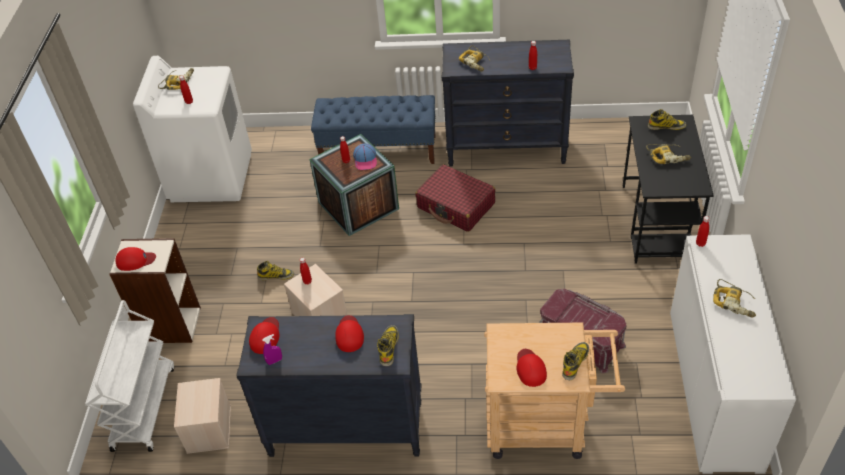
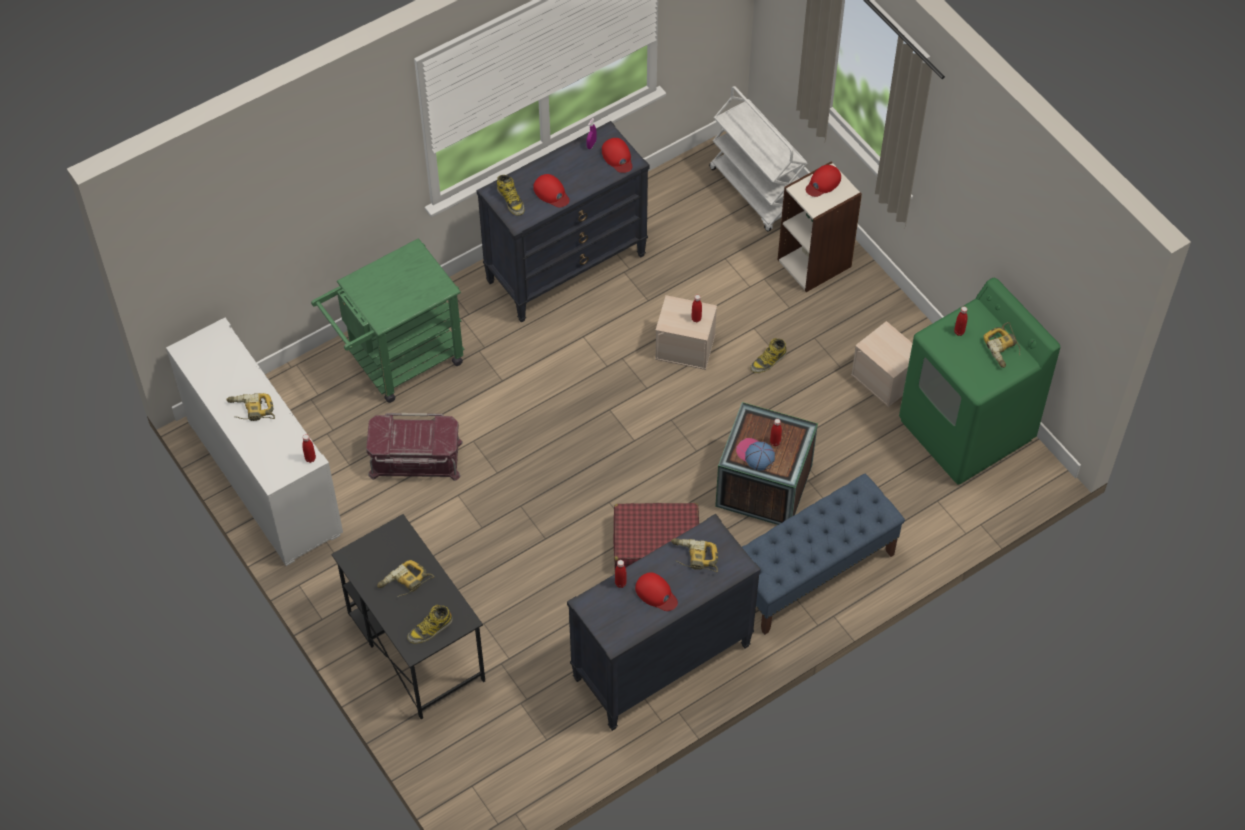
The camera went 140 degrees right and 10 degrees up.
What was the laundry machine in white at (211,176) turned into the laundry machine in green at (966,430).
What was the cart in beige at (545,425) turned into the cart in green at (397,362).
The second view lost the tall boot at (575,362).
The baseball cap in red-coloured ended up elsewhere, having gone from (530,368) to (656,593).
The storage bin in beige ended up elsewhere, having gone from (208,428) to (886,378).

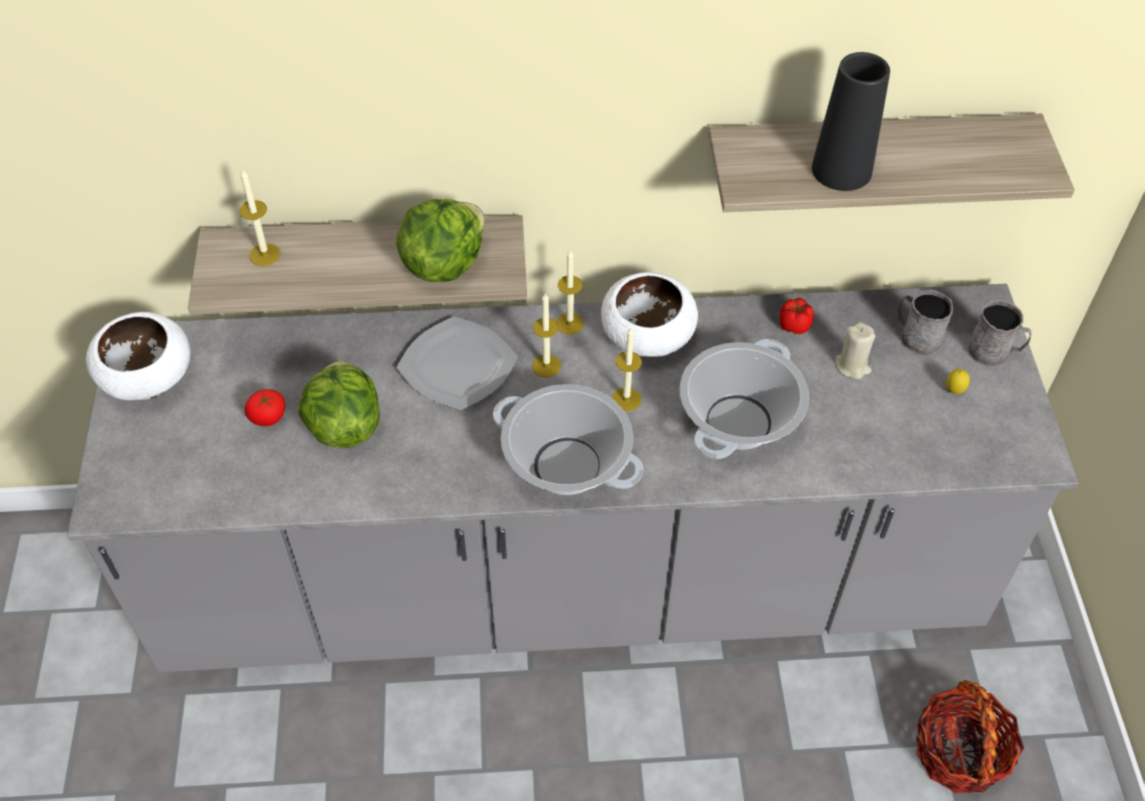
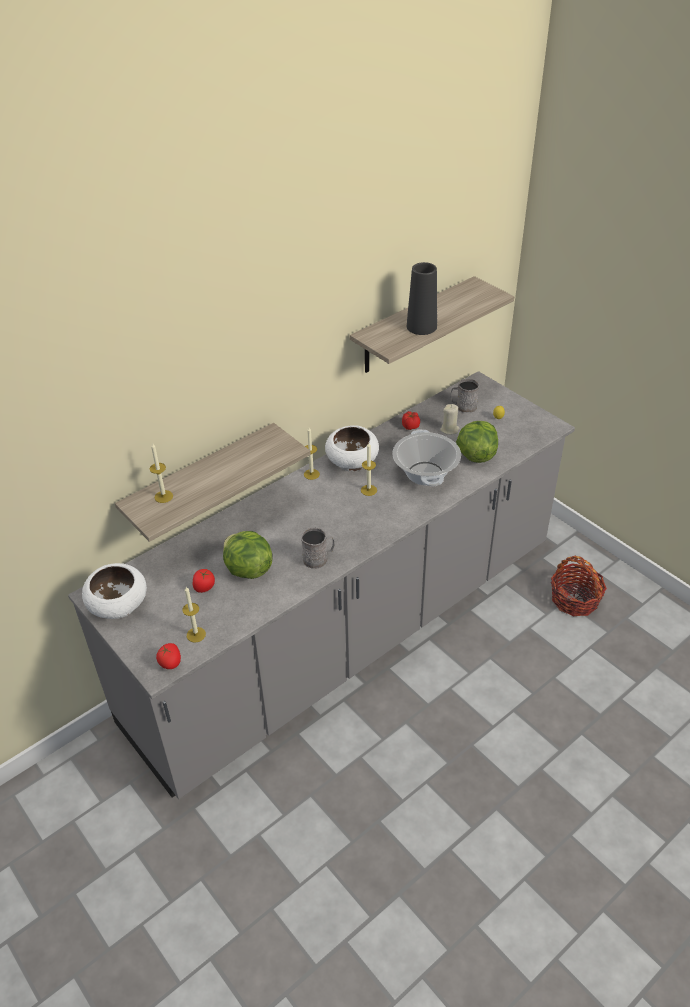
The camera went 35 degrees left and 10 degrees down.
The head of lettuce ended up elsewhere, having gone from (443,263) to (476,455).
The wax candle ended up elsewhere, having gone from (546,366) to (196,634).
The tea mug in greyish ended up elsewhere, having gone from (994,352) to (318,558).
The second view lost the flat dish at (457,365).
The second view lost the stockpot at (566,466).
The second view gained the whole tomato at (170,663).

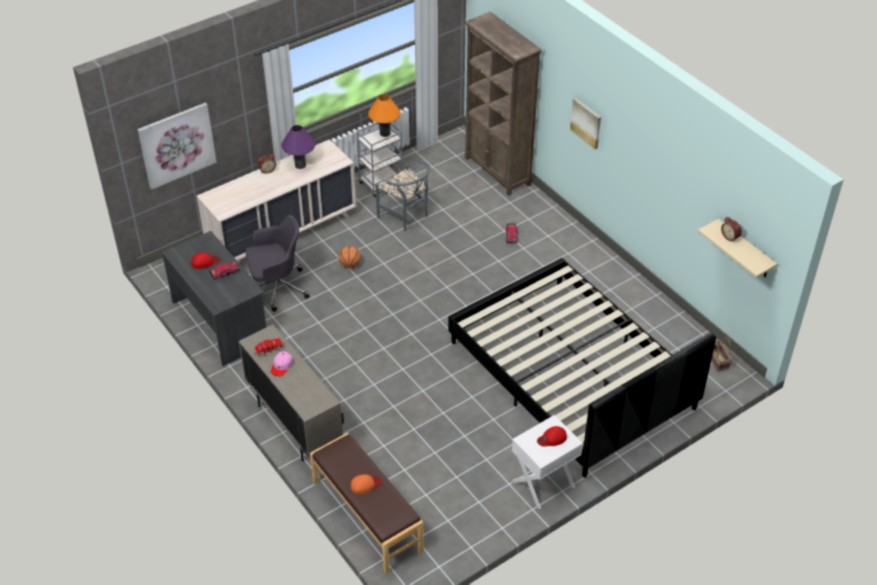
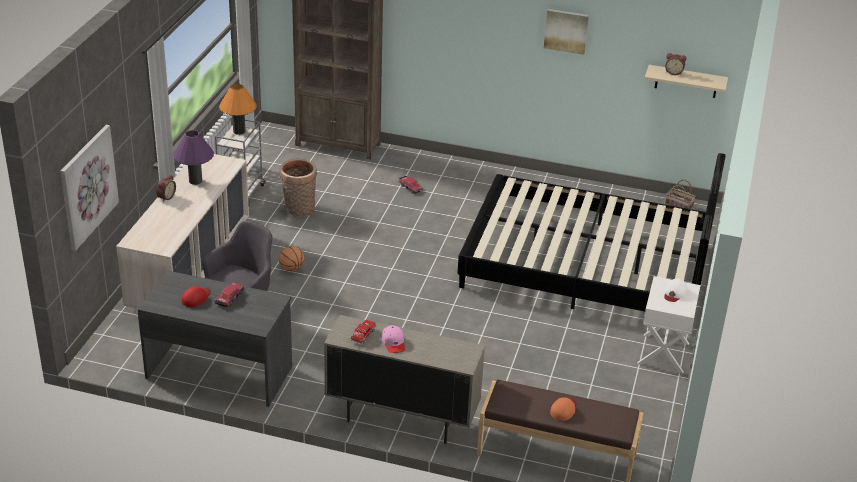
The camera went 40 degrees left and 10 degrees down.
The wall picture ended up elsewhere, having gone from (586,122) to (566,31).
Where the plain chair in greyish stood at (406,217), the basket came to stand at (299,210).
What was the baseball cap in red-coloured at (552,438) turned into the baseball cap in white at (674,293).

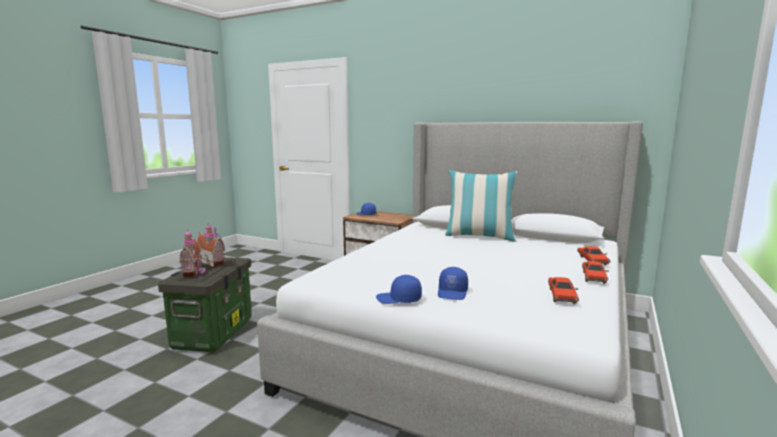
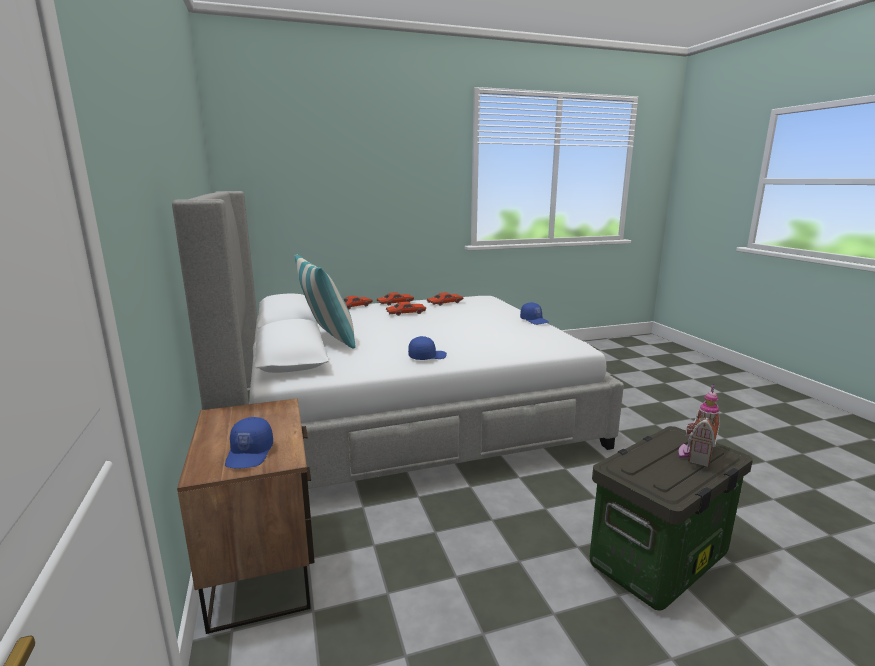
The camera went 135 degrees left and 5 degrees up.
The second view lost the toy house at (214,262).
The baseball cap in bluish ended up elsewhere, having gone from (453,292) to (427,357).
The second view gained the miniature car in red-coloured at (406,313).

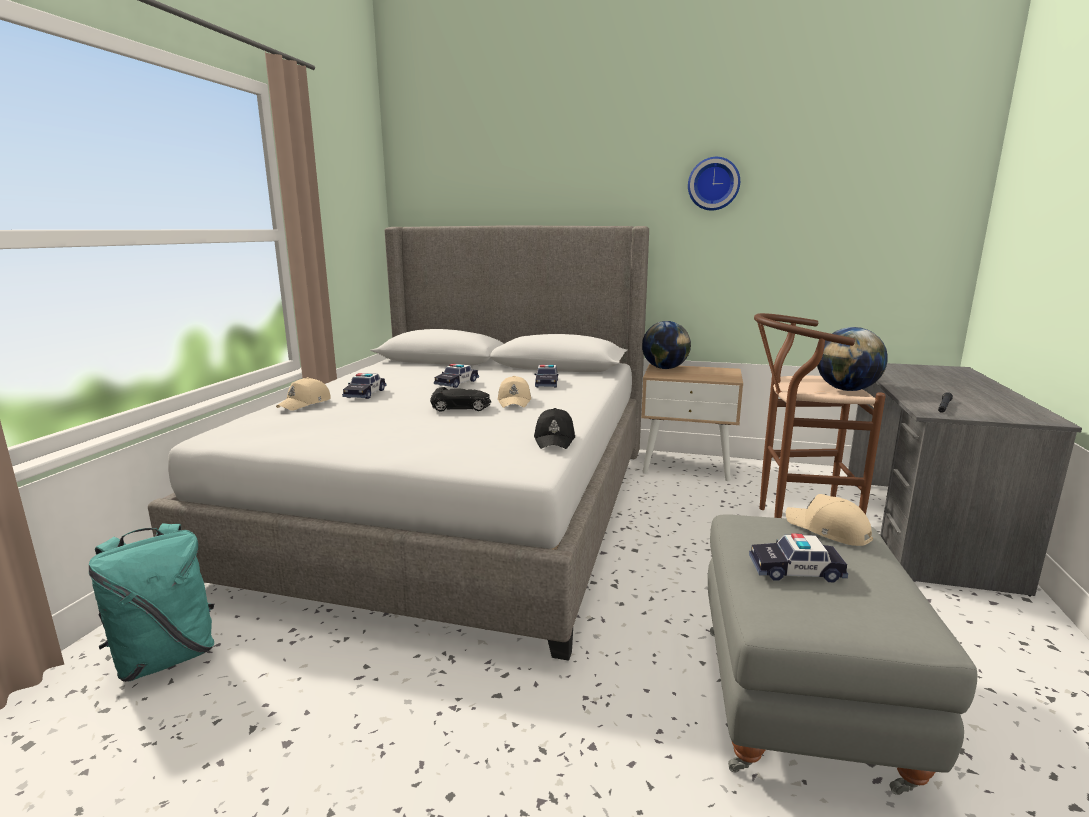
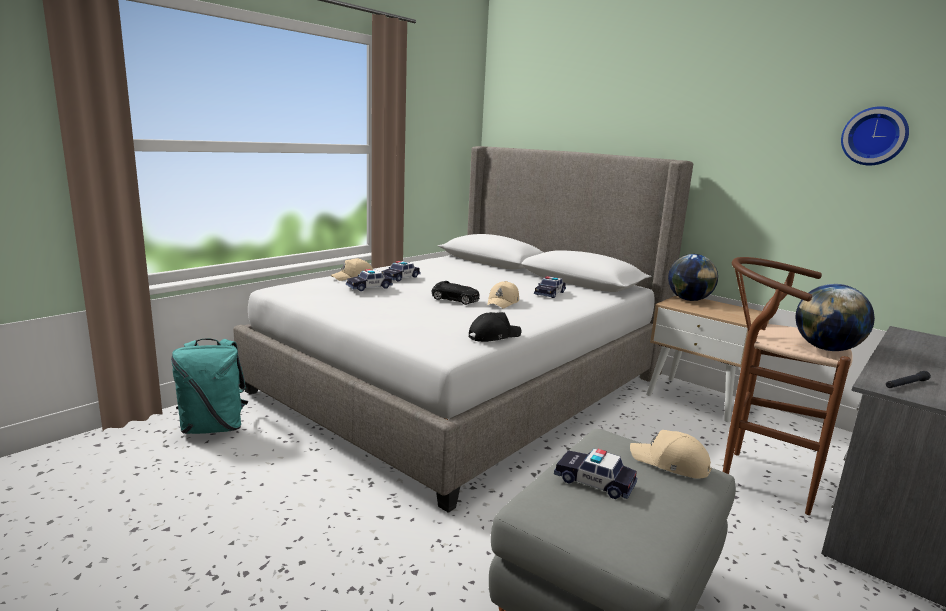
The camera went 25 degrees right and 0 degrees up.
The clock on the wall ended up elsewhere, having gone from (713,184) to (874,136).
The miniature car ended up elsewhere, having gone from (457,383) to (369,287).
The baseball cap in blackish at (555,439) ended up facing another way, 150 degrees counterclockwise from before.
The baseball cap in beige at (827,530) ended up facing another way, 45 degrees counterclockwise from before.

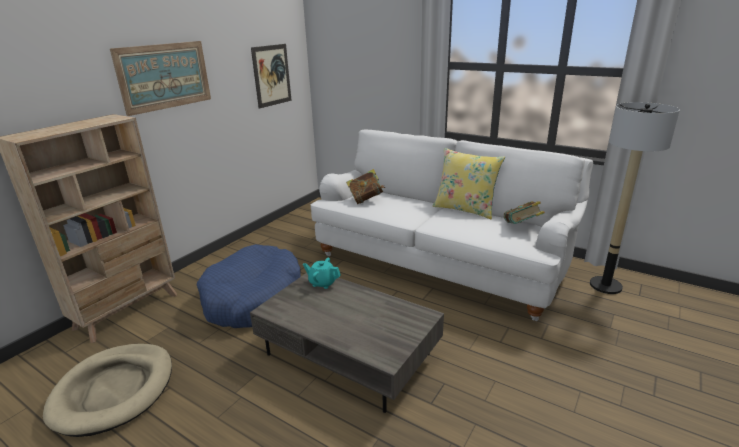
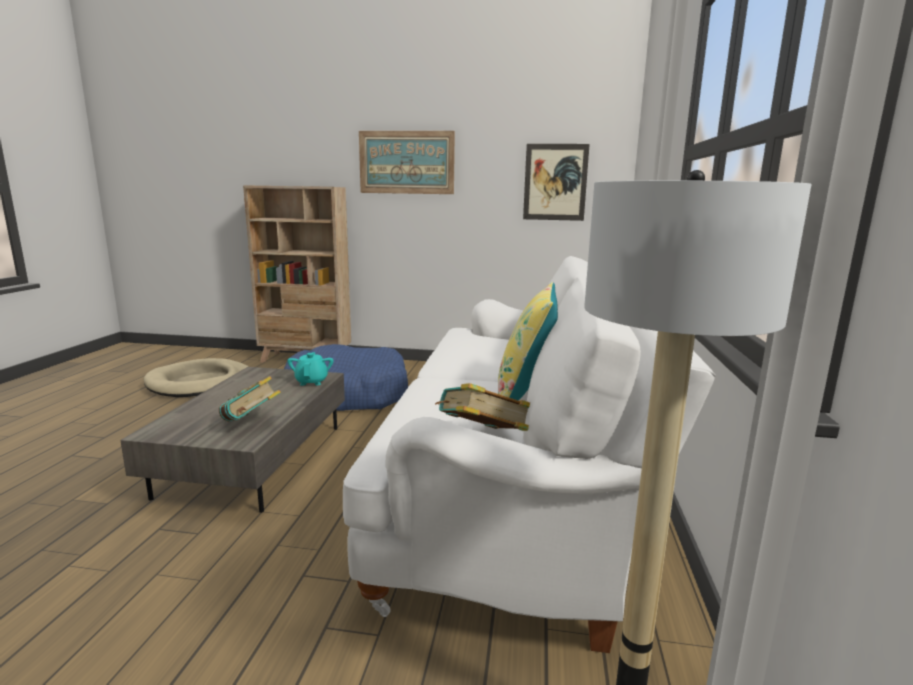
The camera went 65 degrees right and 10 degrees down.
The bound book ended up elsewhere, having gone from (366,199) to (251,423).

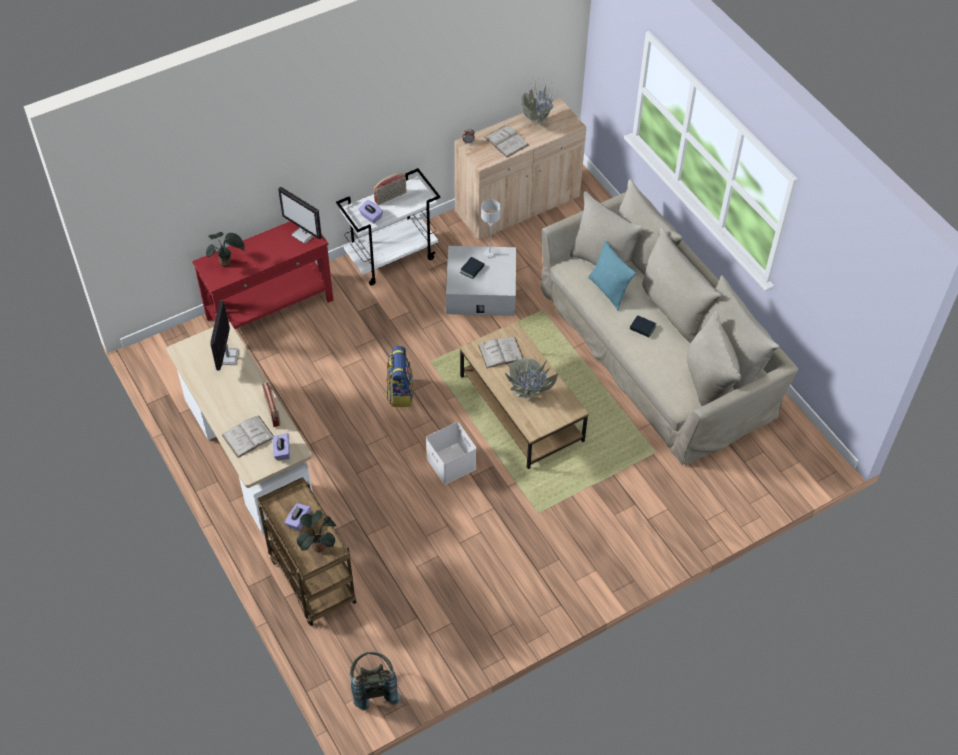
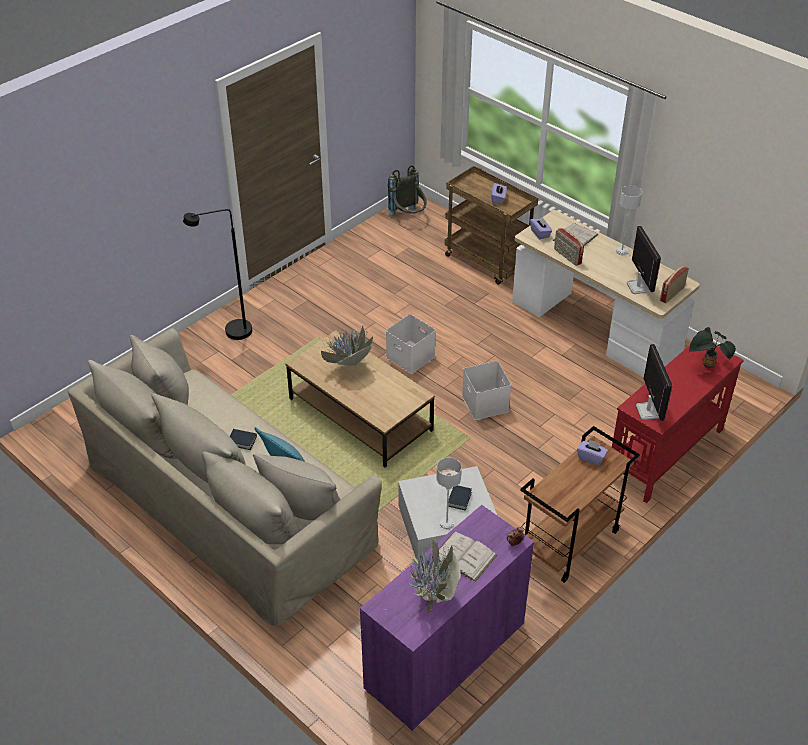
The camera went 165 degrees right and 10 degrees down.
What was the storage cabinet in beige at (517,205) turned into the storage cabinet in purplish at (445,656).
What was the cart in white at (392,257) turned into the cart in brown at (569,542).
The radio set ended up elsewhere, having gone from (390,197) to (671,294).
The computer screen at (304,234) ended up facing another way, 60 degrees clockwise from before.
The second view lost the bound book in white at (501,352).
Where the knapsack stood at (400,392), the storage bin in white came to stand at (486,404).
The second view lost the plant in a pot at (318,545).
The second view gained the tabletop lamp in greyish at (622,251).
The second view gained the floor lamp in blackish at (231,333).

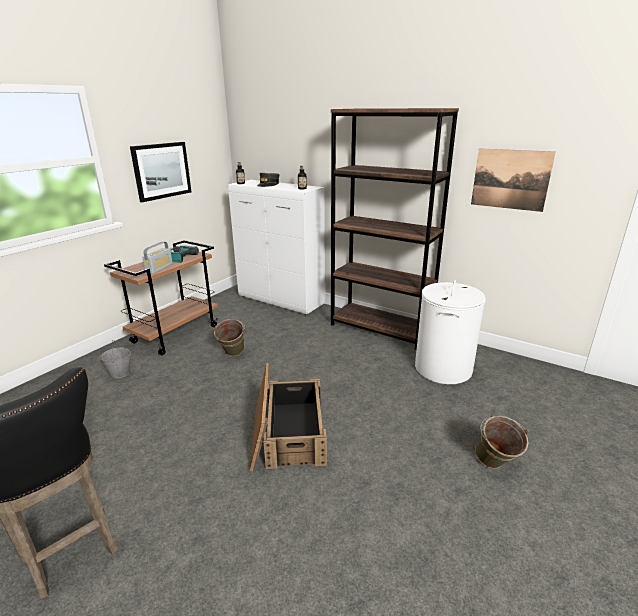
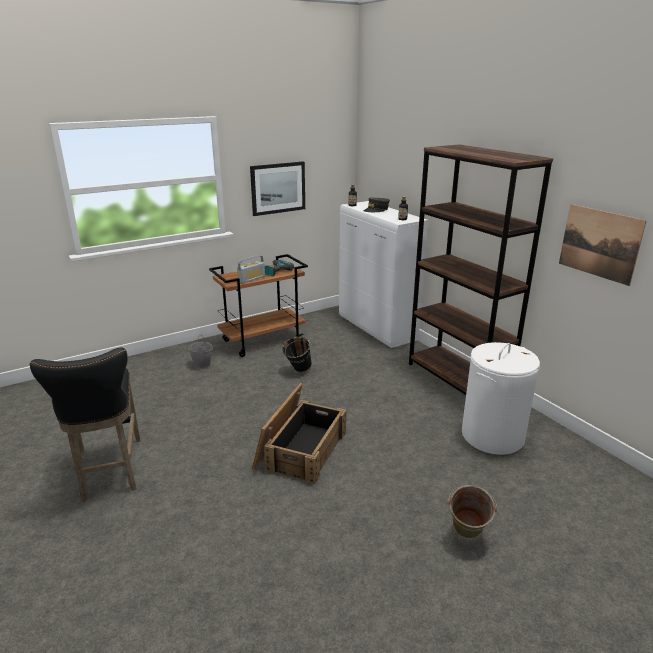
The camera went 25 degrees right and 0 degrees up.
What was the pail in green at (232,355) turned into the pail in blackish at (298,371).

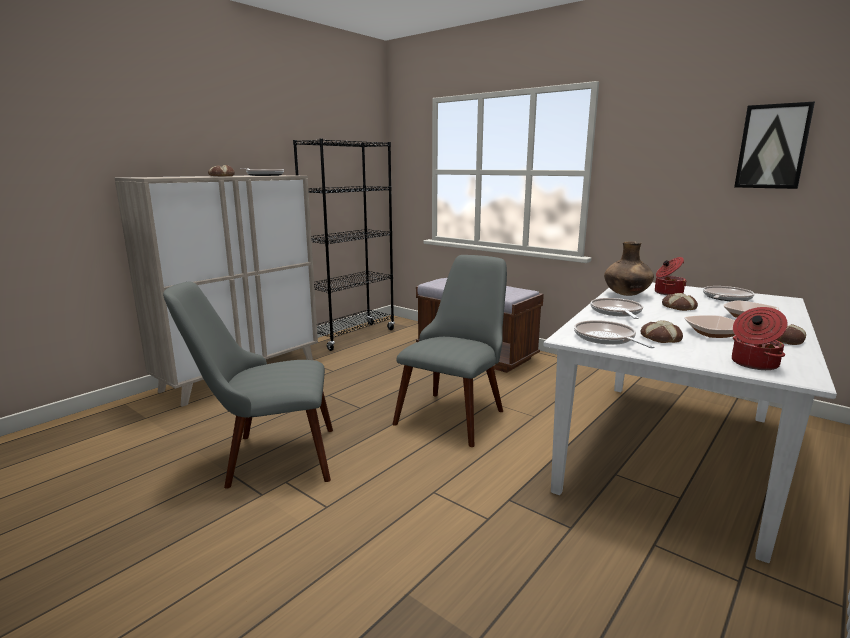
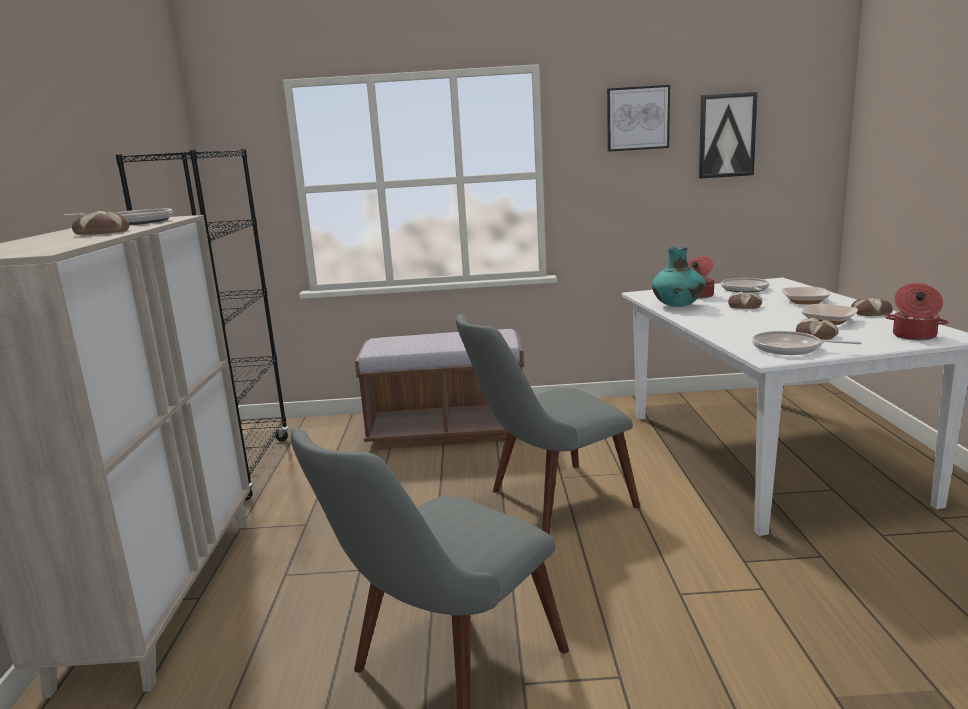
The camera went 40 degrees left and 0 degrees up.
What was the vase in brown at (626,295) turned into the vase in turquoise-coloured at (678,306).
The plain chair in greyish at (456,411) ended up facing another way, 105 degrees counterclockwise from before.
The second view lost the skillet at (616,312).
The second view gained the wall picture at (637,118).

